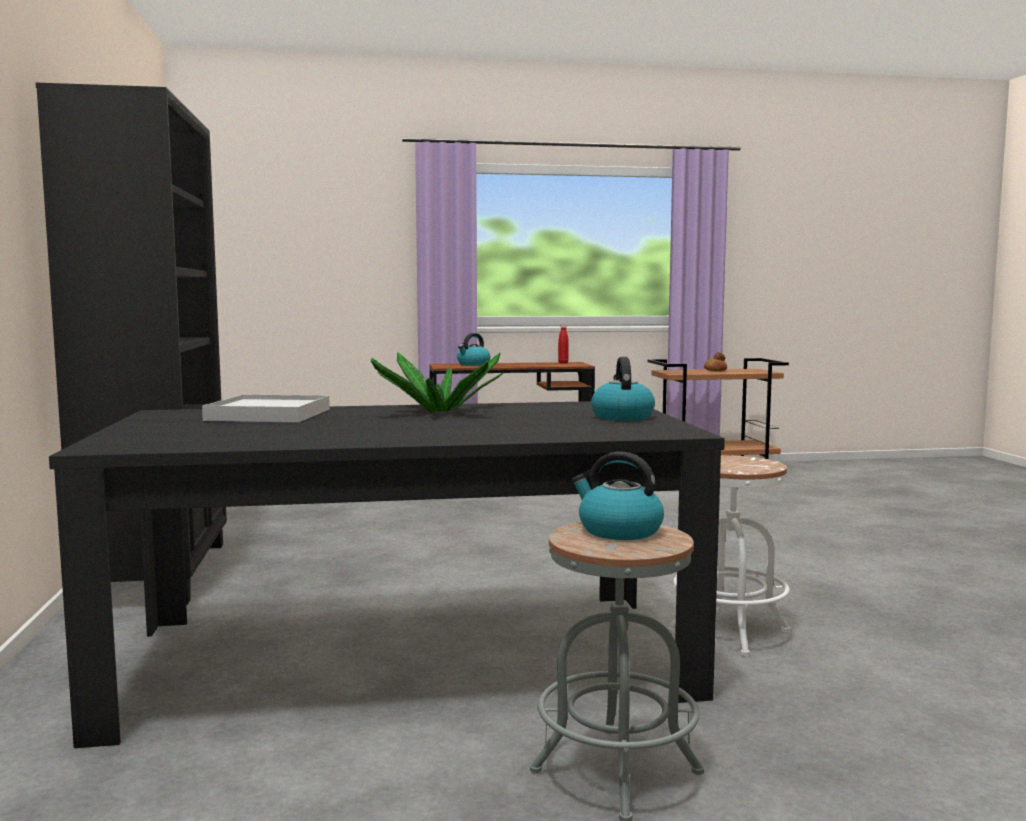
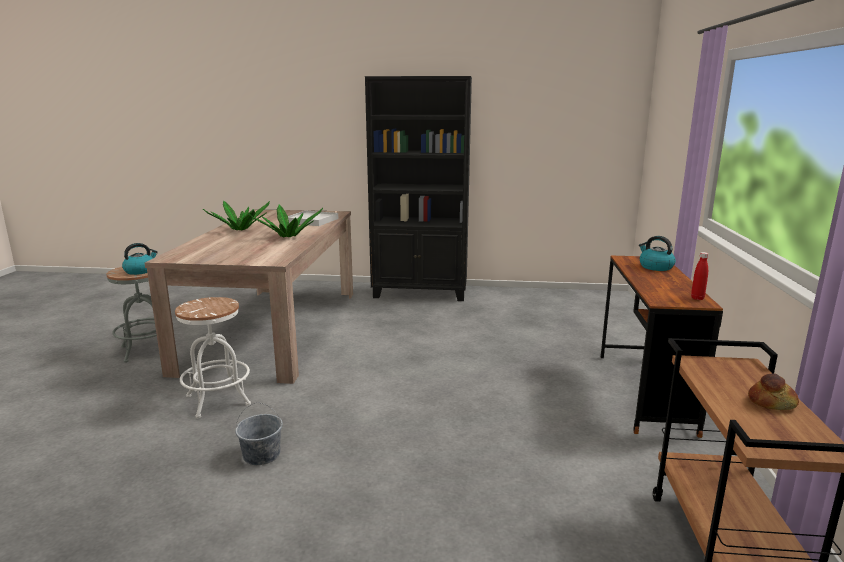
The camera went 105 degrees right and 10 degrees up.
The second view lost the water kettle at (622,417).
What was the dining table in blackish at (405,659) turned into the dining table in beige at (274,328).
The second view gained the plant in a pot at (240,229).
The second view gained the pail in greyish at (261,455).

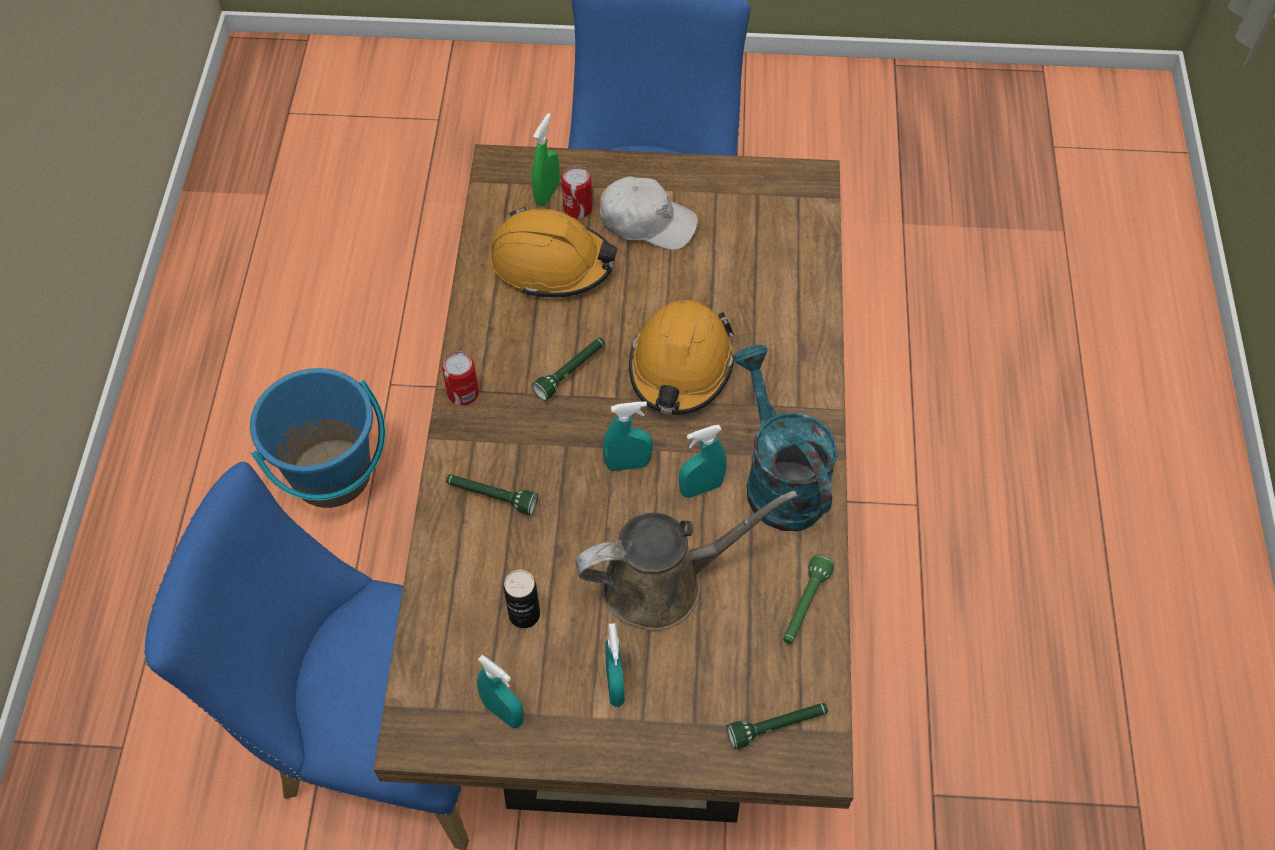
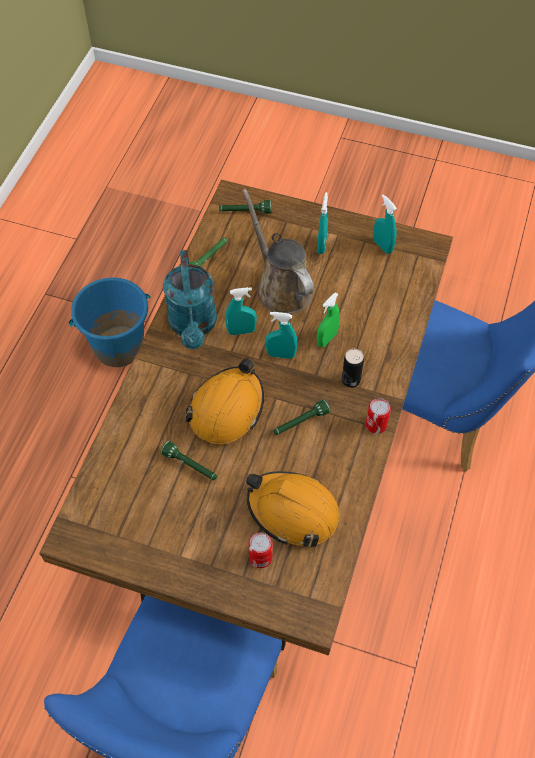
The camera went 165 degrees left and 0 degrees up.
The spray bottle in green ended up elsewhere, having gone from (547,194) to (327,339).
The second view lost the baseball cap in white at (647,222).
The pail in bluish ended up elsewhere, having gone from (332,475) to (118,346).
The torch in green ended up elsewhere, having gone from (491,497) to (190,466).
The watering can in brown at (662,582) ended up facing another way, 60 degrees clockwise from before.
The metal can ended up elsewhere, having gone from (524,614) to (351,380).

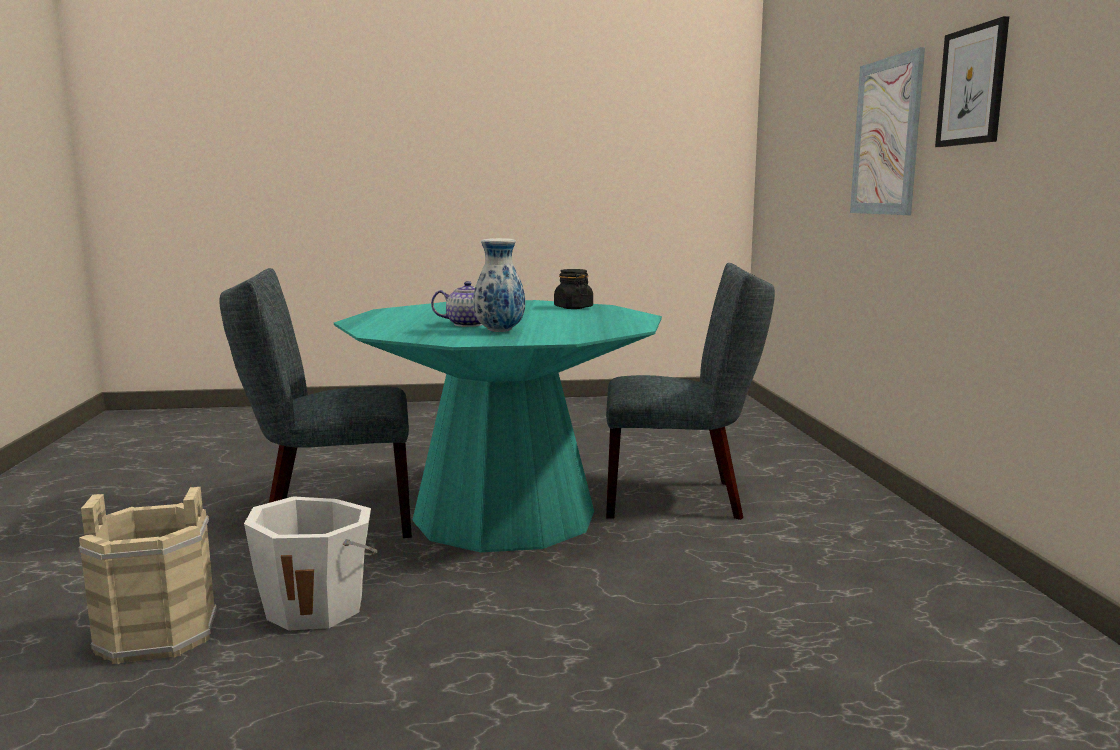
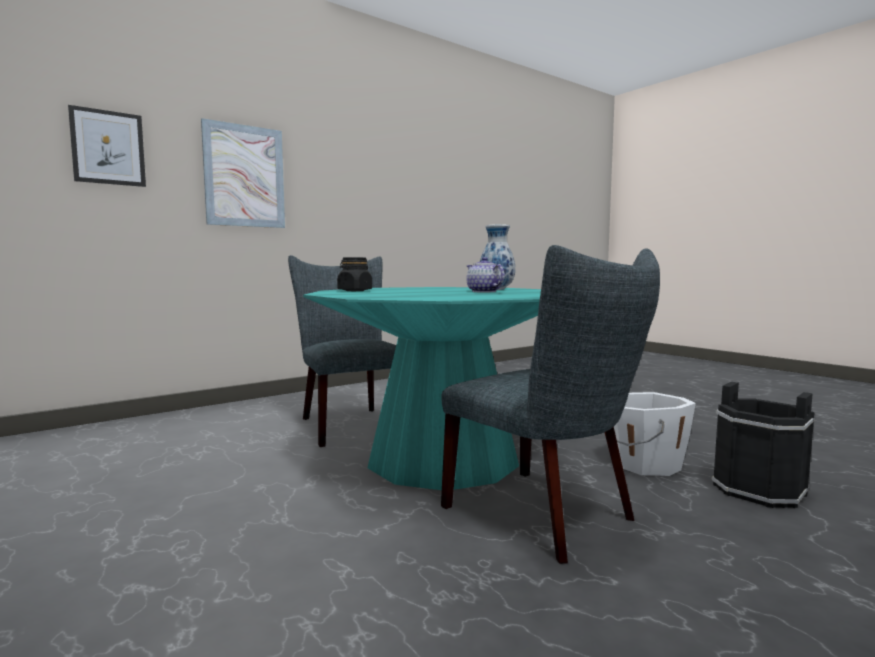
The camera went 120 degrees left and 5 degrees down.
The wall picture ended up elsewhere, having gone from (972,86) to (108,148).
What was the pail in beige at (157,633) turned into the pail in blackish at (758,490).

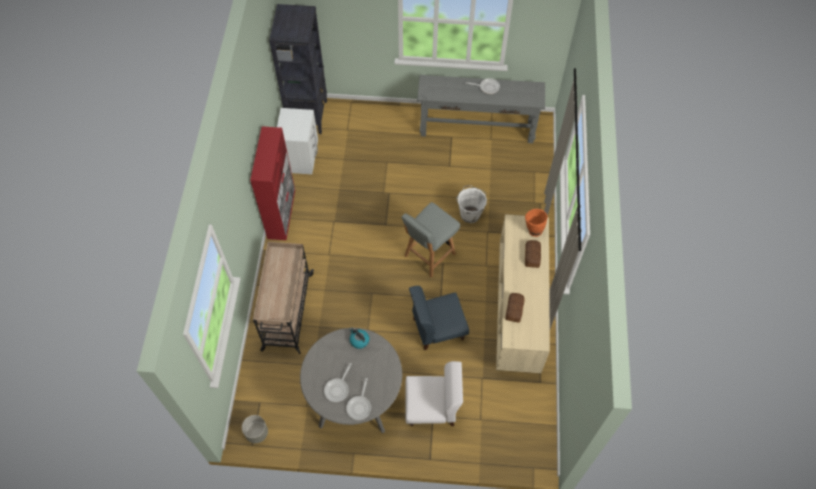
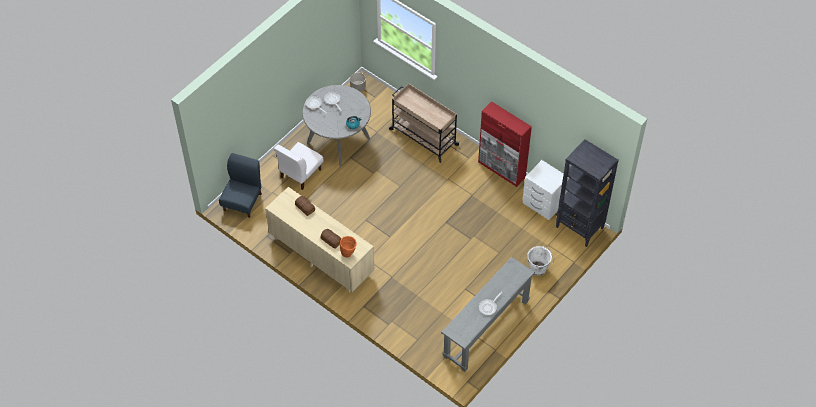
The camera went 125 degrees right and 5 degrees down.
The pail in white ended up elsewhere, having gone from (470,214) to (538,269).
The second view lost the plain chair in greyish at (429,255).
The plain chair in bluish ended up elsewhere, having gone from (437,328) to (243,202).

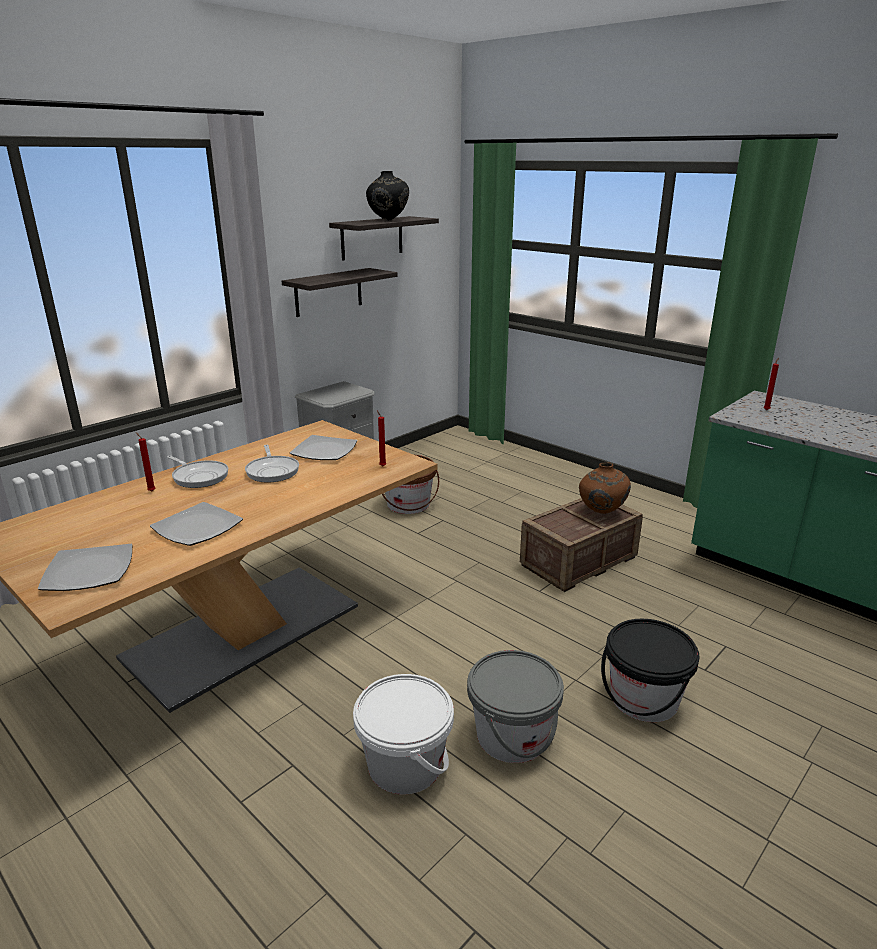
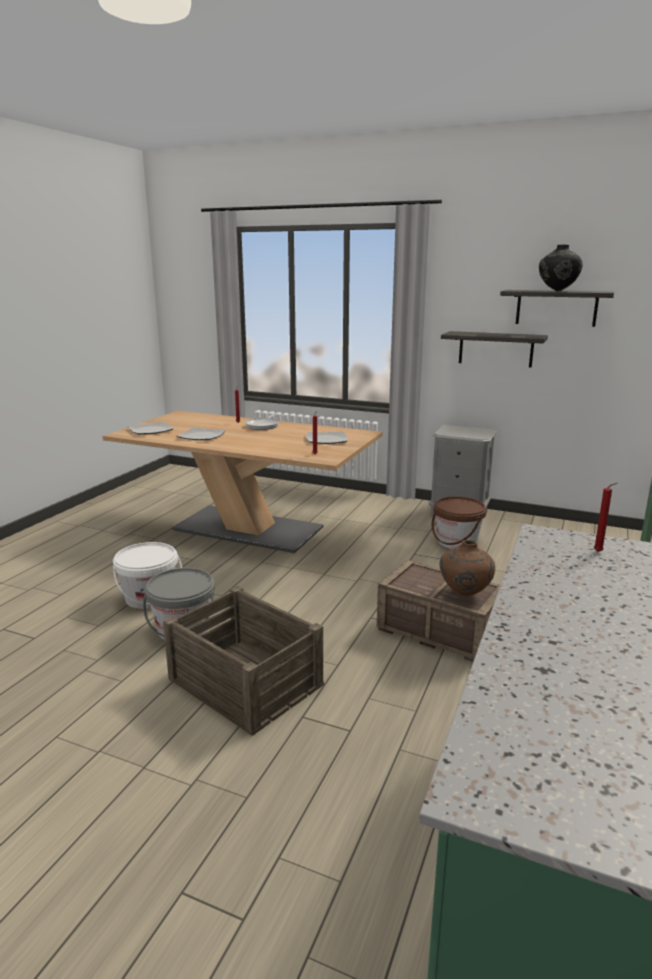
The camera went 70 degrees right and 5 degrees down.
The second view lost the skillet at (272,471).
Where the pail in blackish stood at (644,698), the shipping crate came to stand at (245,682).

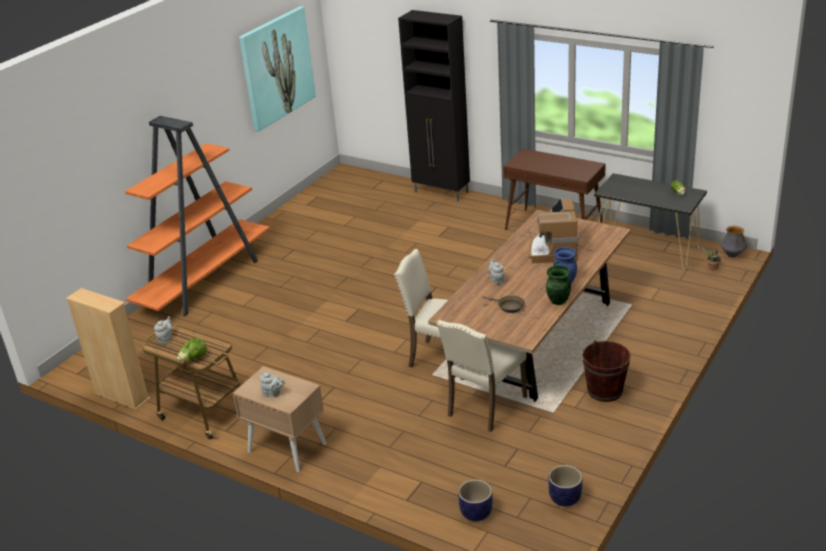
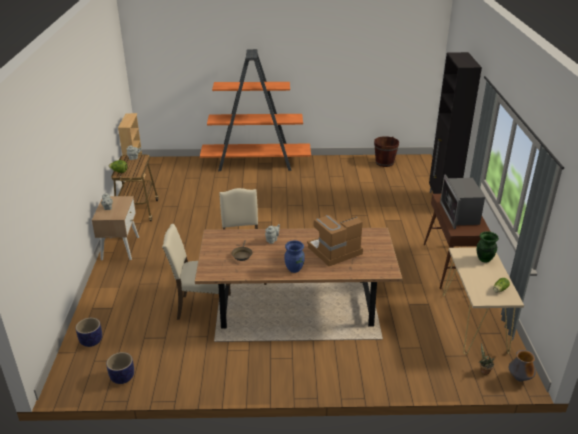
The camera went 55 degrees right and 0 degrees up.
The second view lost the wall picture at (276,68).
What was the narrow table in blackish at (647,249) turned into the narrow table in beige at (474,323).
The vase in green ended up elsewhere, having gone from (558,301) to (484,259).
The pail in brown ended up elsewhere, having gone from (605,391) to (384,163).
The second view gained the microwave oven at (459,214).

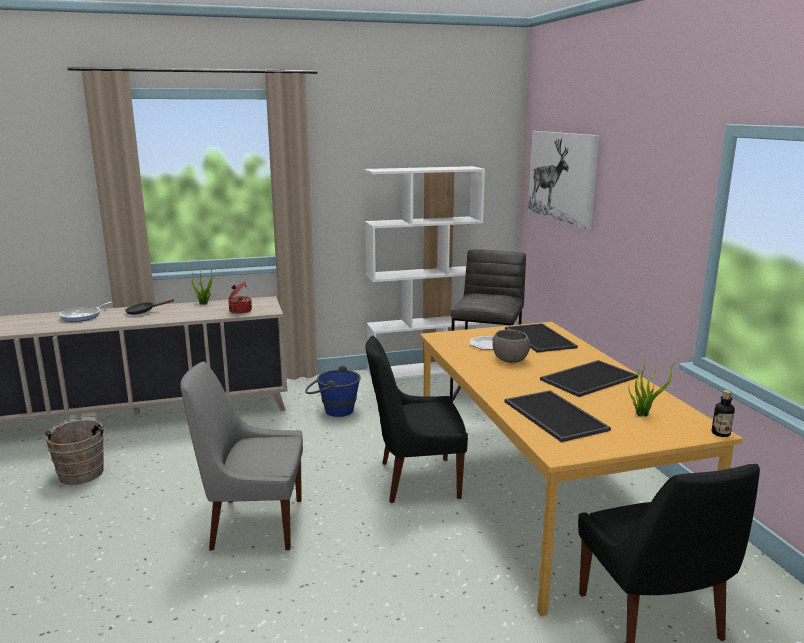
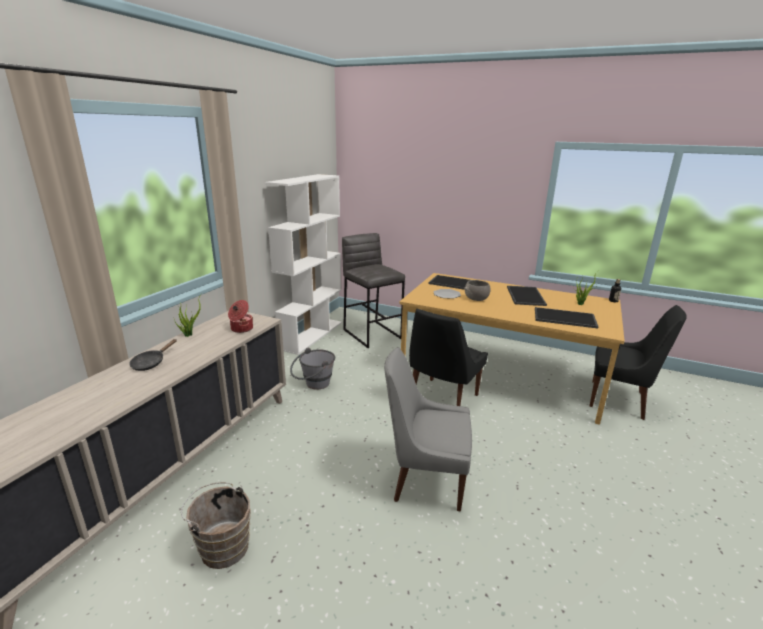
The camera went 50 degrees left and 5 degrees up.
The second view lost the wall picture at (562,176).
The second view lost the skillet at (83,316).
The plain chair in greyish at (253,524) ended up facing another way, 60 degrees clockwise from before.
What was the pail in bluish at (333,410) turned into the pail in greyish at (313,385).

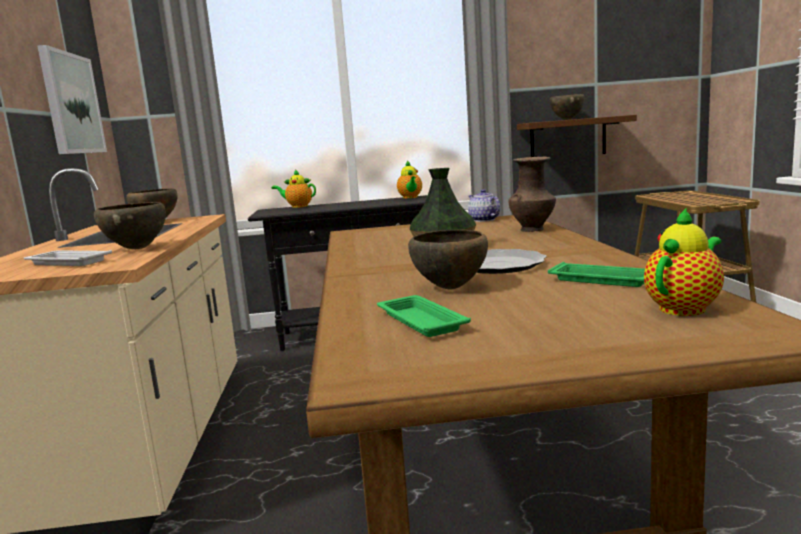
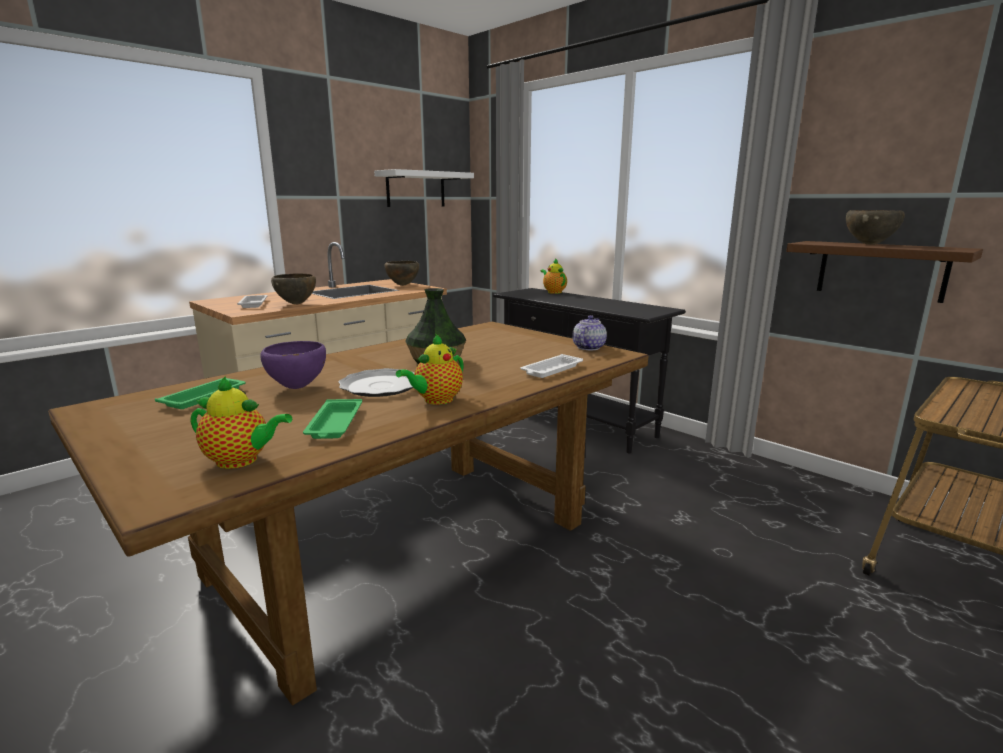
The camera went 50 degrees right and 5 degrees up.
Where the wall picture hung at (71,104), the bracket shelf in white came to hang at (416,189).
Where the vase in brown stood at (533,230), the serving tray in white came to stand at (551,370).
The pot for tea ended up elsewhere, having gone from (410,197) to (436,400).
What was the serving bowl in brown at (451,288) turned into the serving bowl in purplish at (297,387).

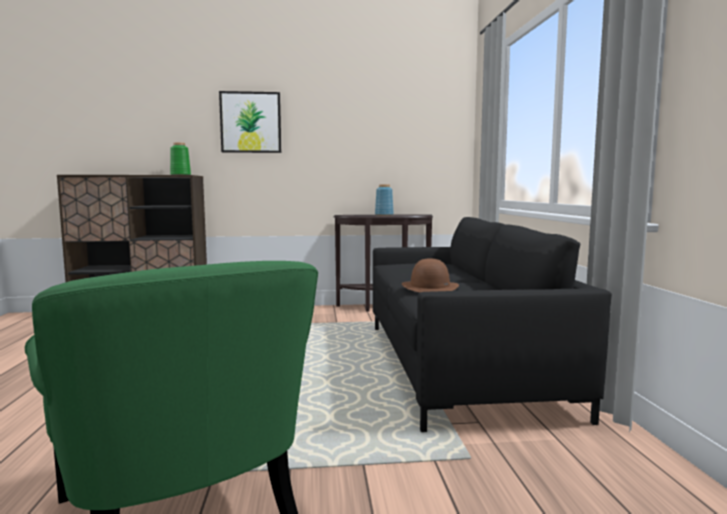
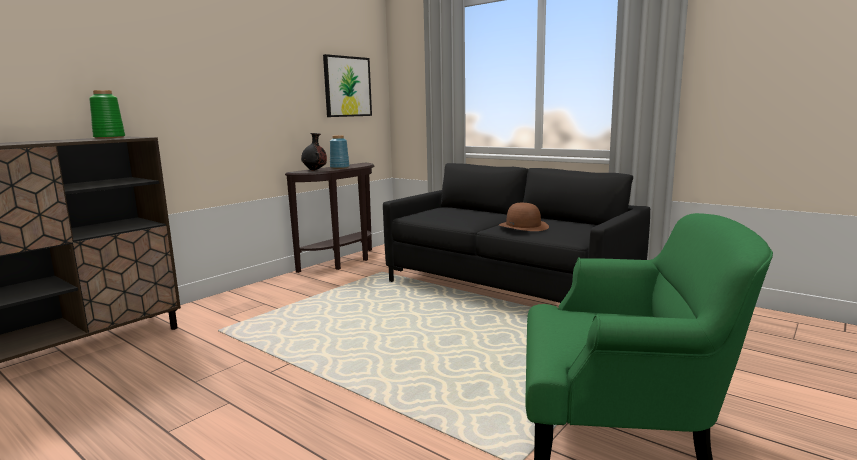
The camera went 45 degrees left and 5 degrees up.
The wall picture ended up elsewhere, having gone from (251,122) to (347,86).
The second view gained the vase in blackish at (315,170).

